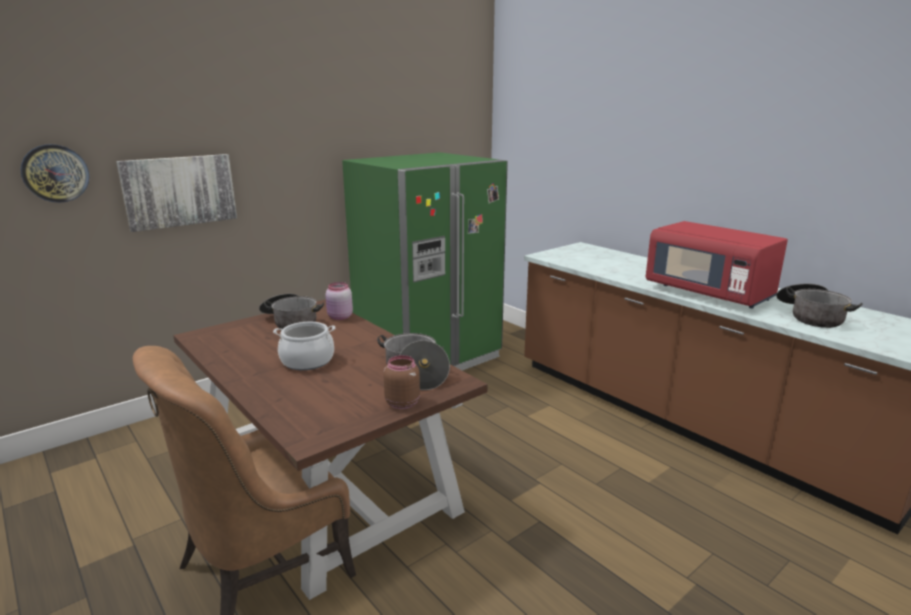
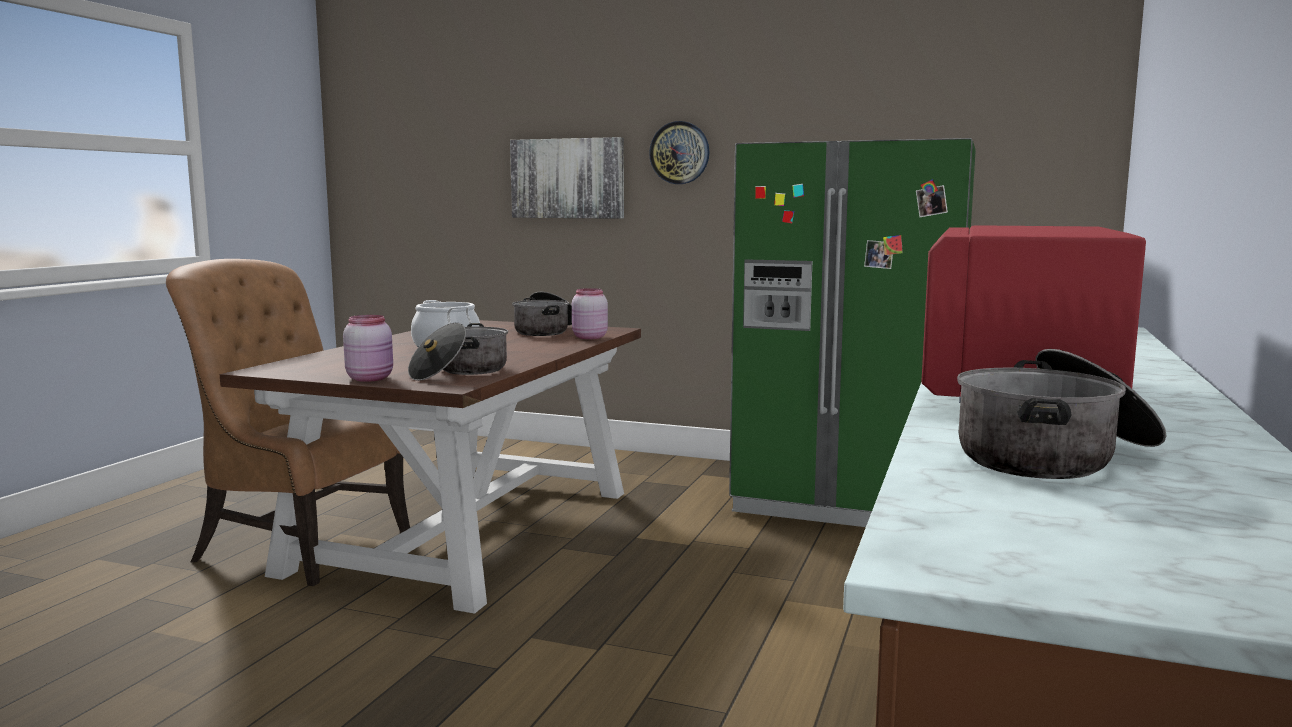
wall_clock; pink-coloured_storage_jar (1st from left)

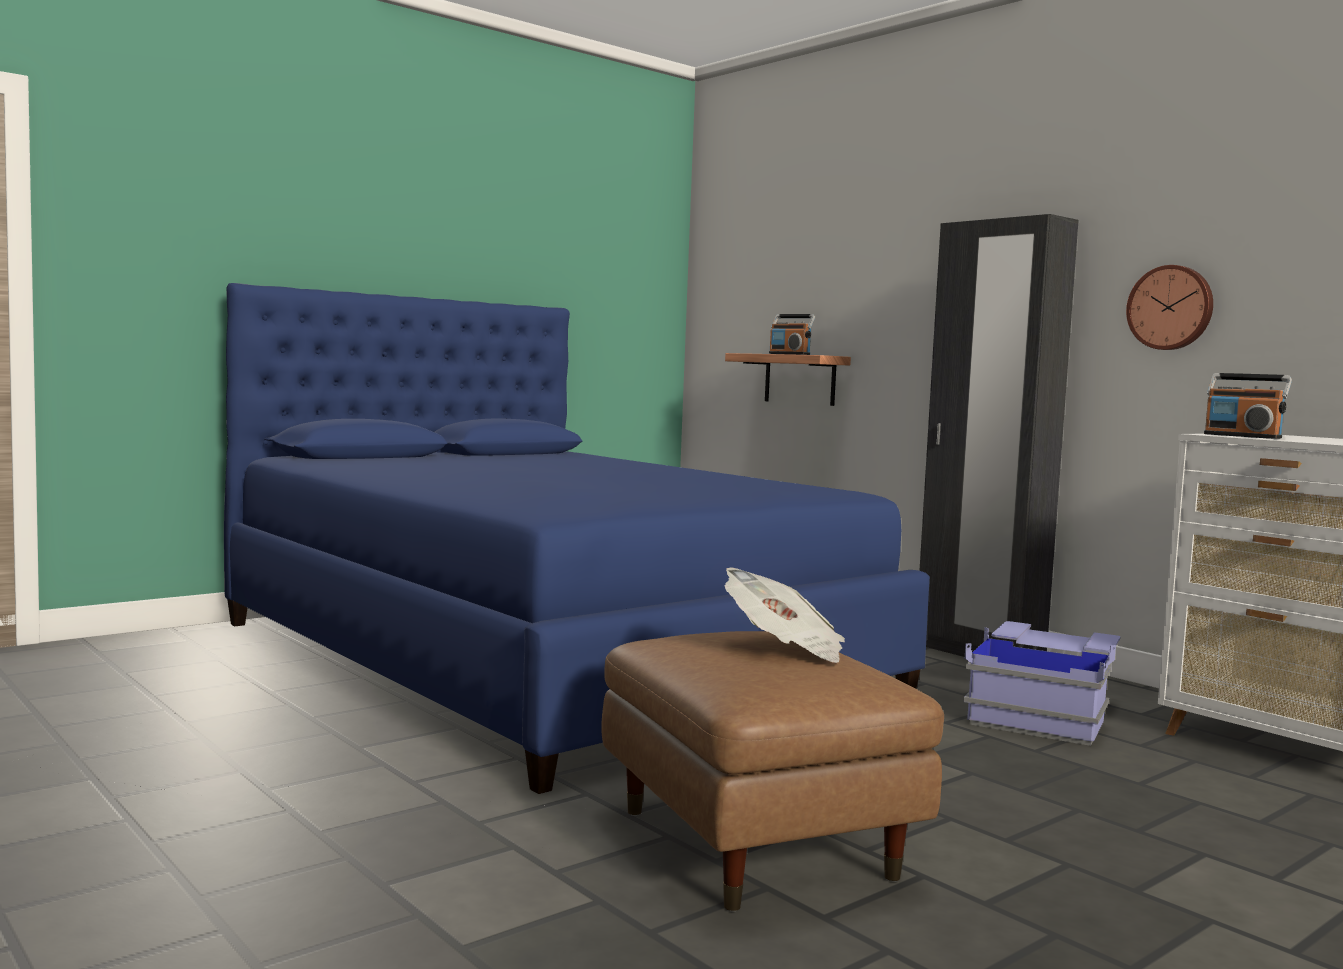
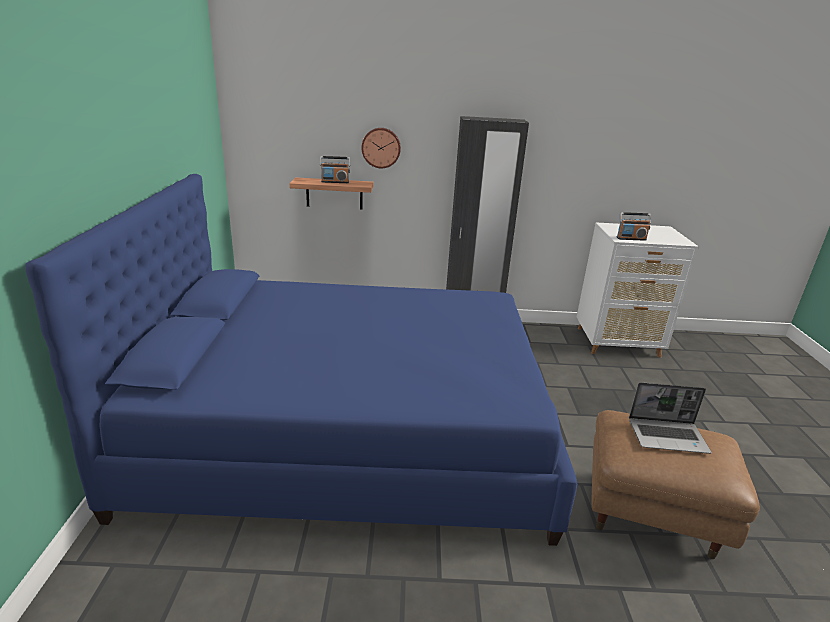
portable_computer; blue-coloured_storage_box; wall_clock

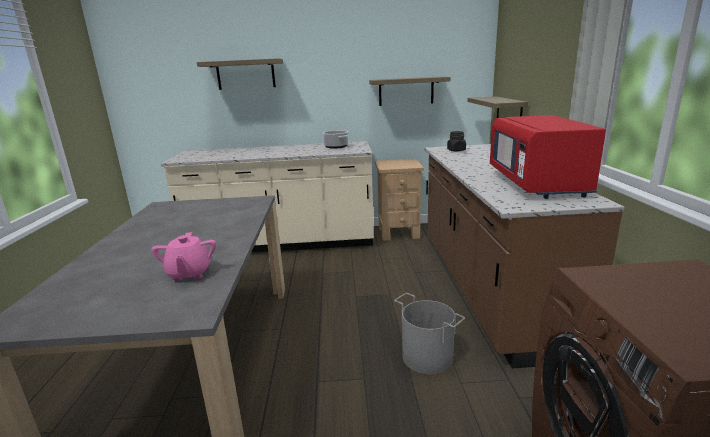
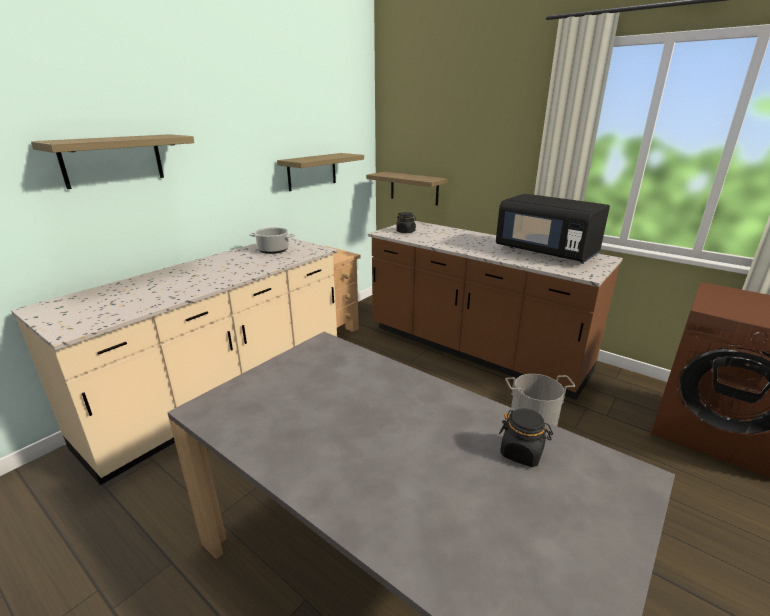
blackish_storage_jar (2nd from left); blackish_microwave_oven

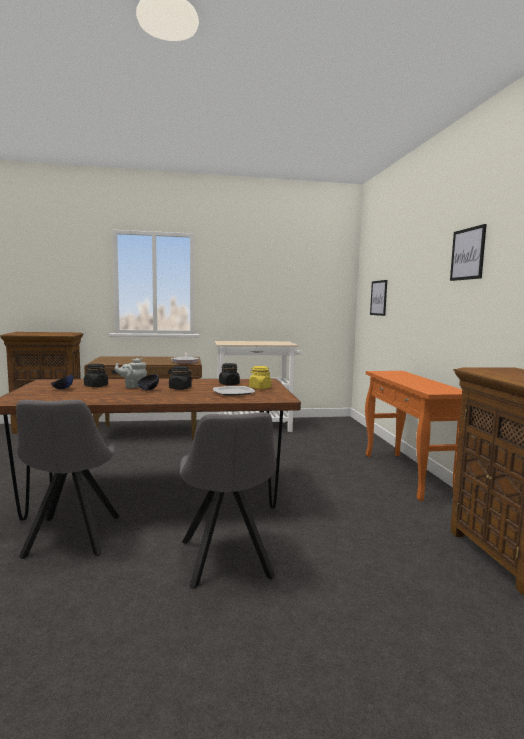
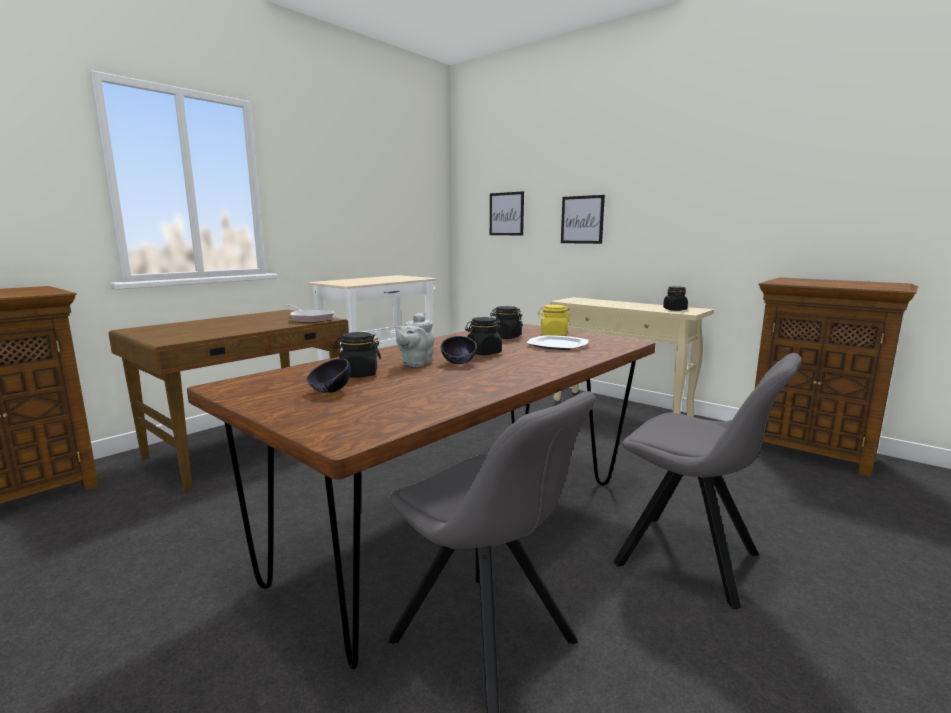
beige-coloured_hall_table; wall_art (2nd from left); blackish_storage_jar (4th from left)

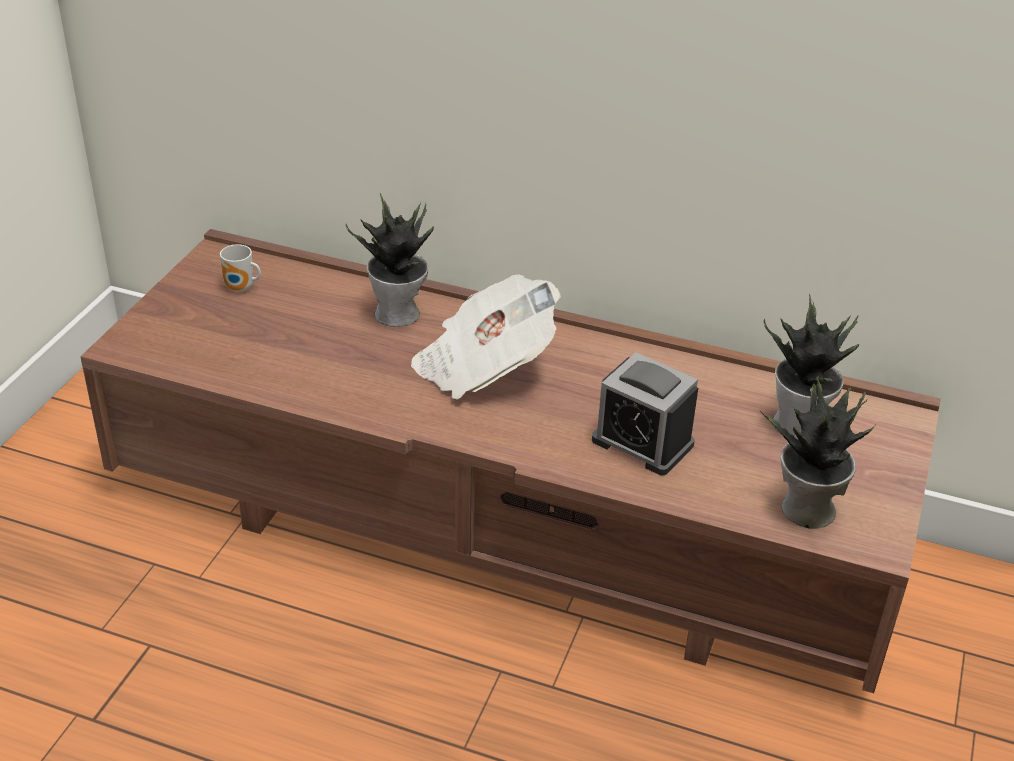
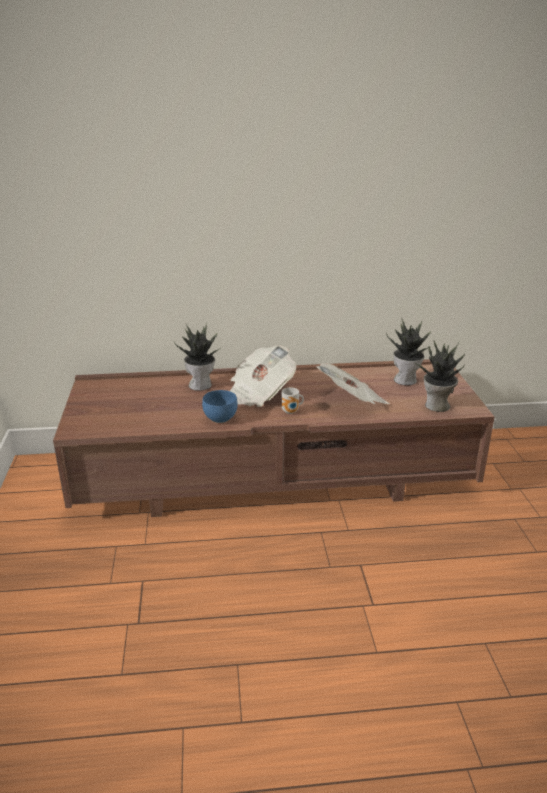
coffee_mug; newspaper (2nd from left); blue-coloured_deep_dish

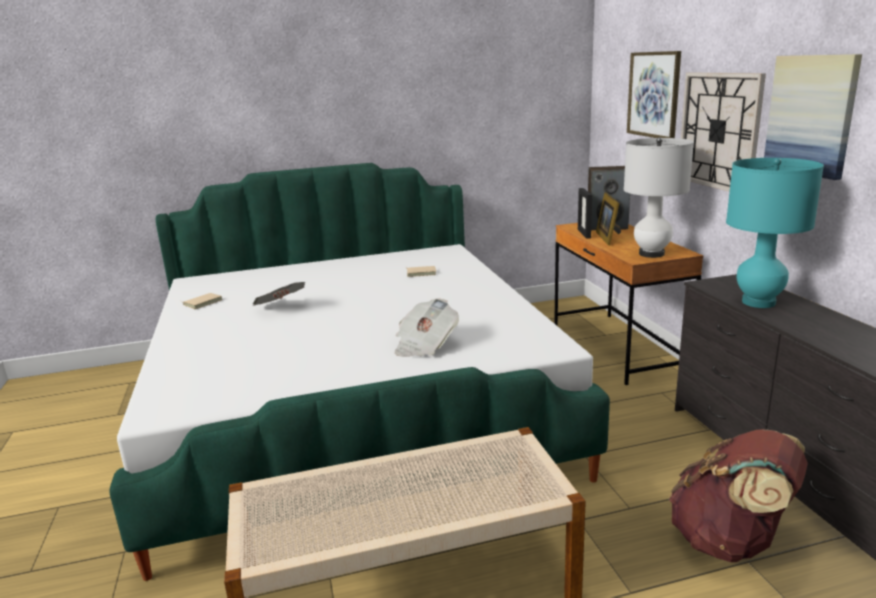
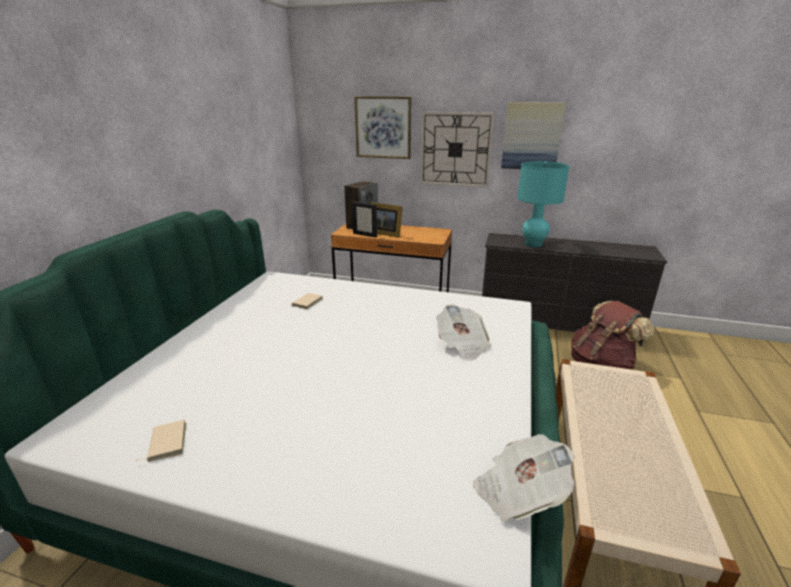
newspaper (2nd from left); white_table_lamp

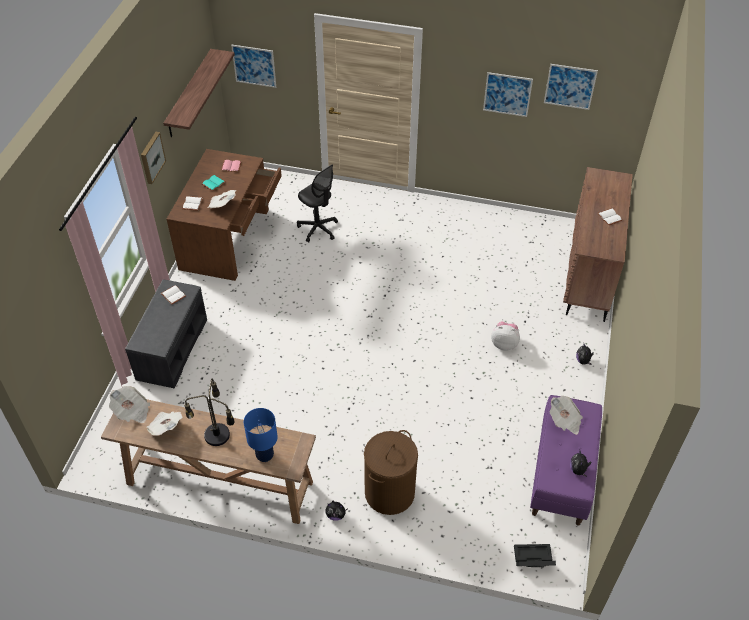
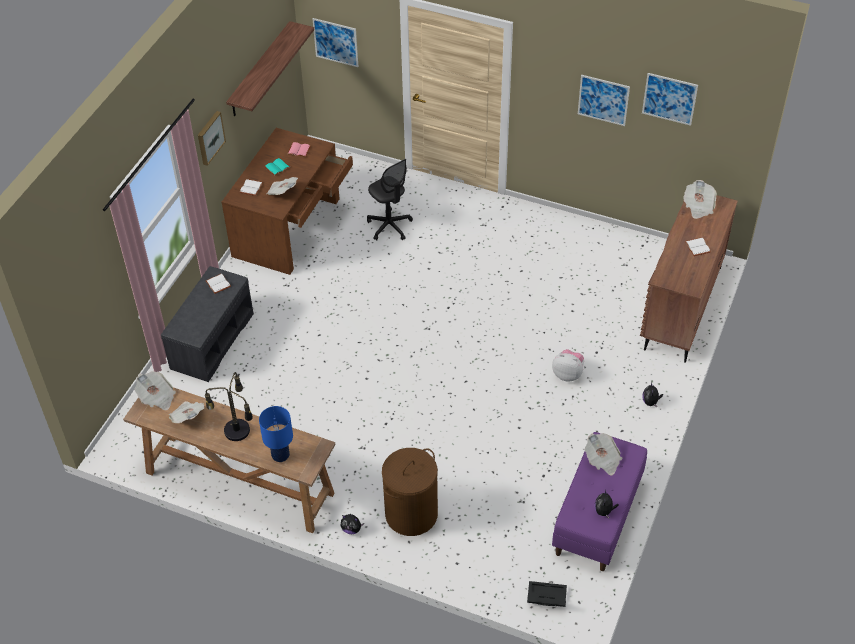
newspaper (5th from left)

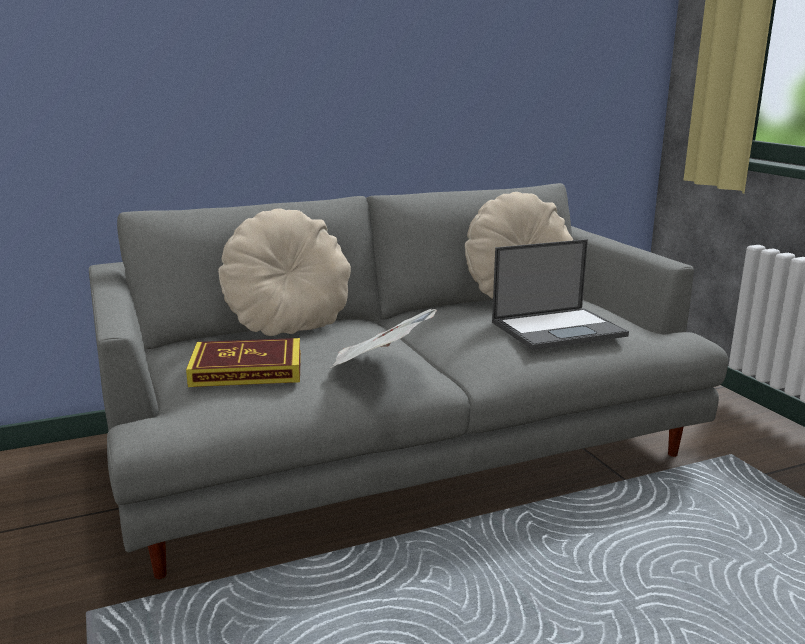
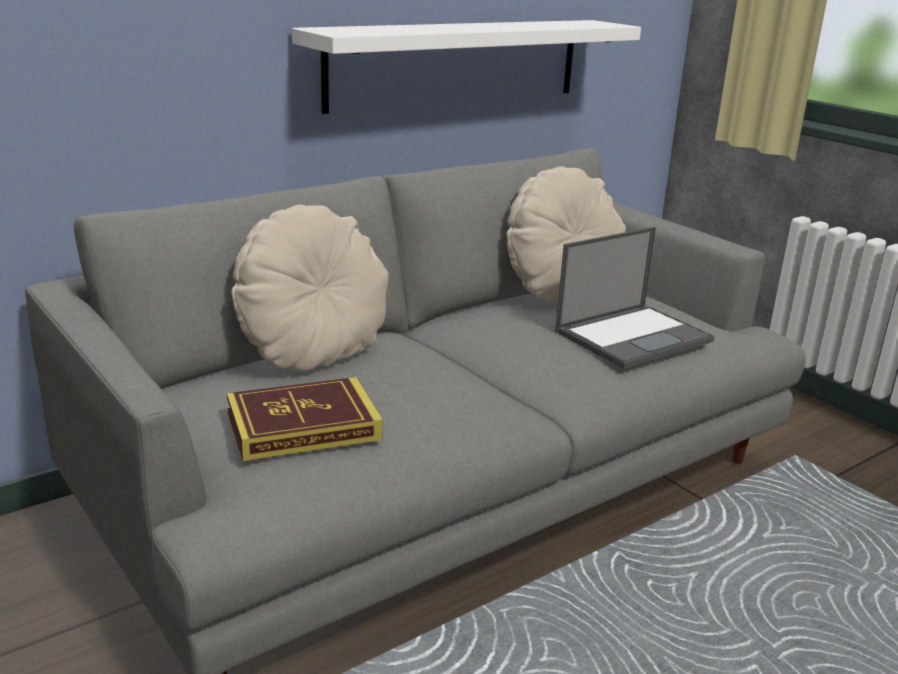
newspaper; white_bracket_shelf

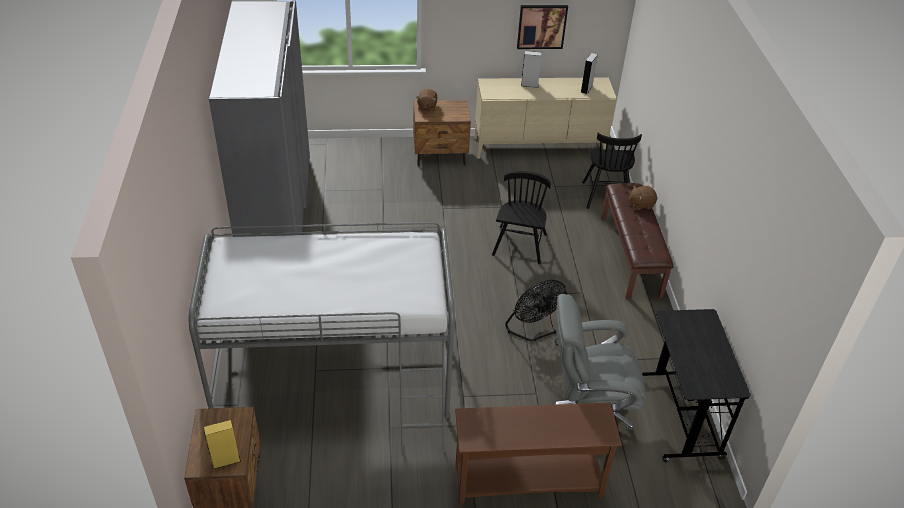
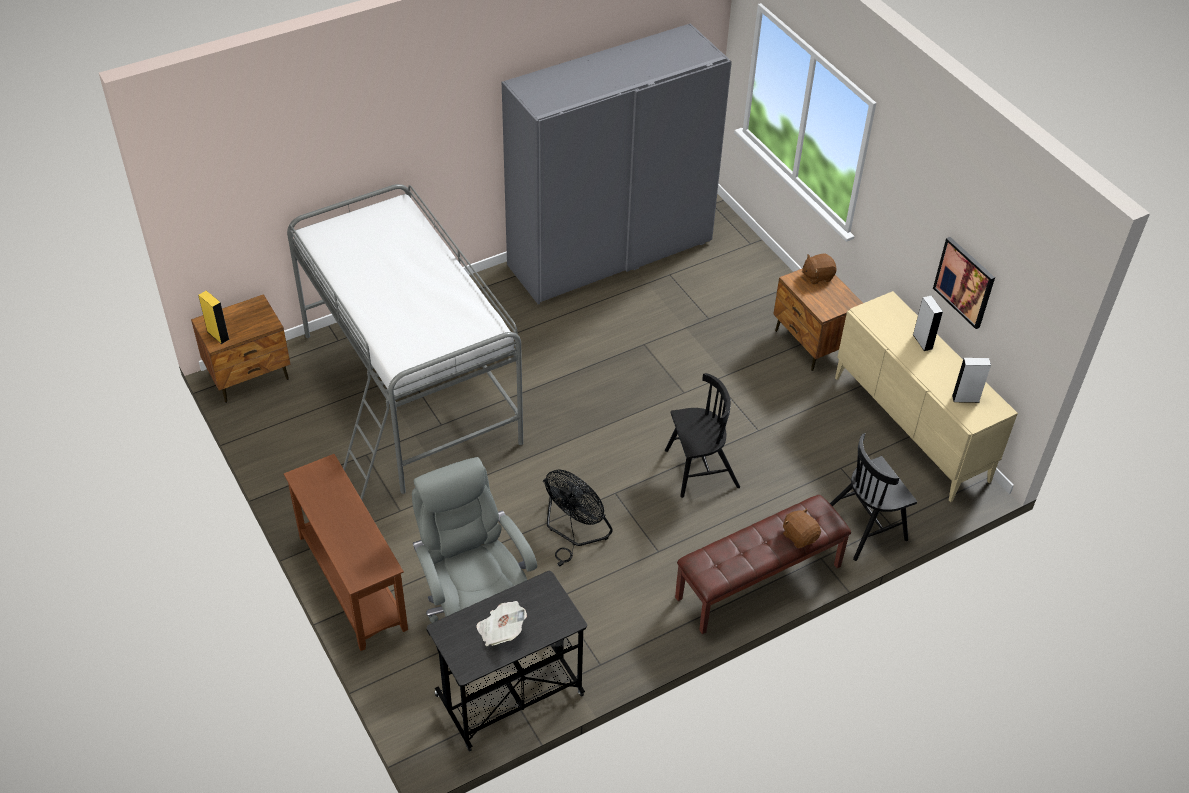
newspaper

